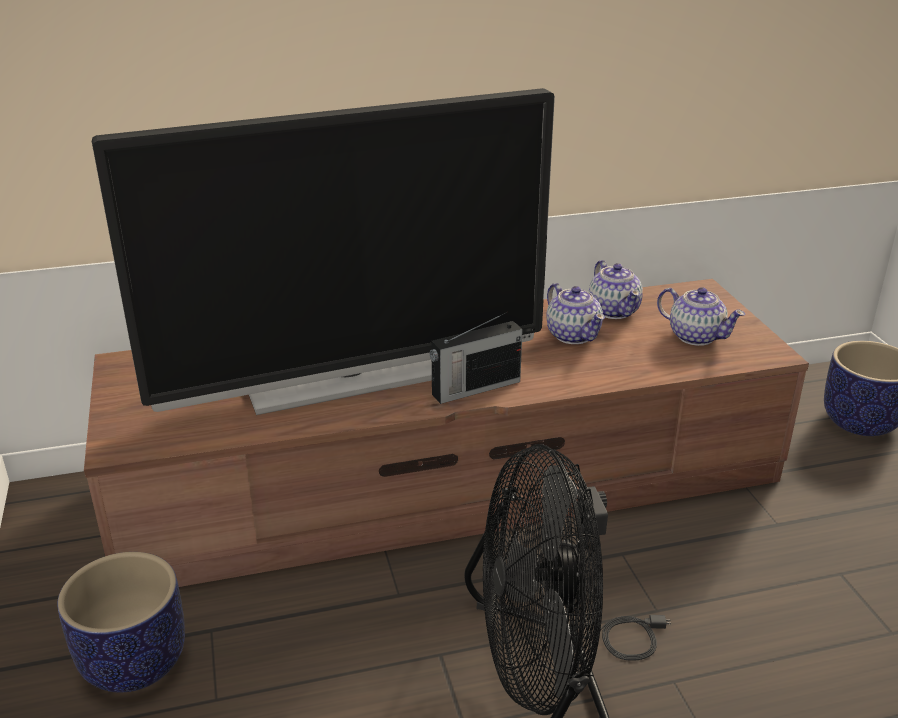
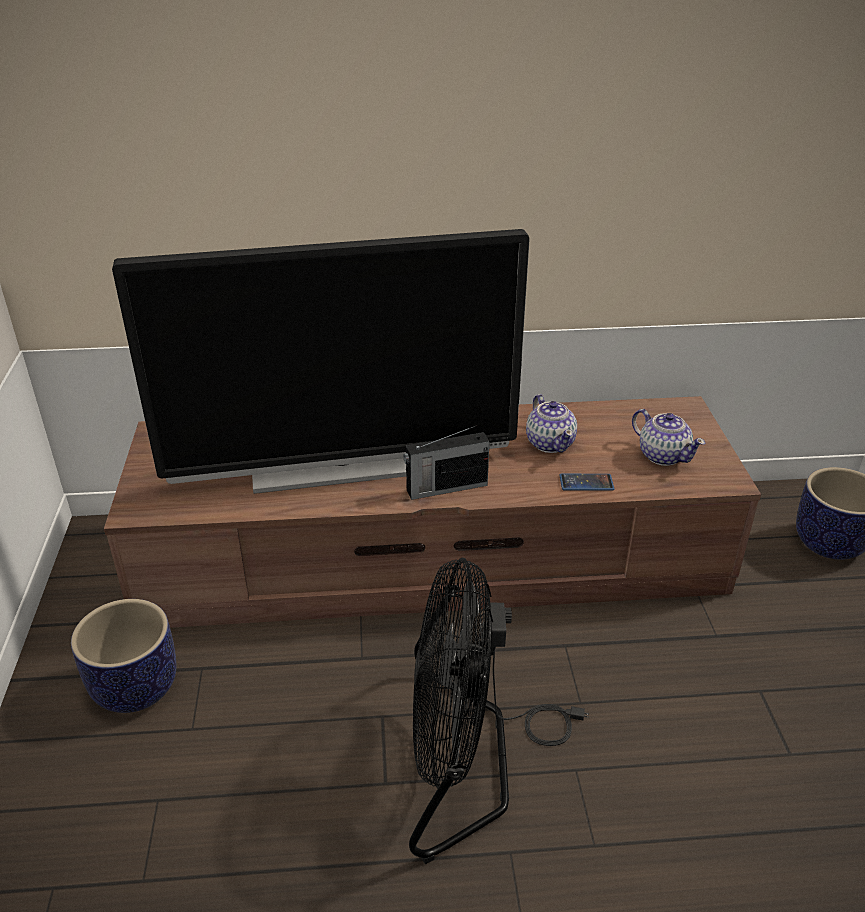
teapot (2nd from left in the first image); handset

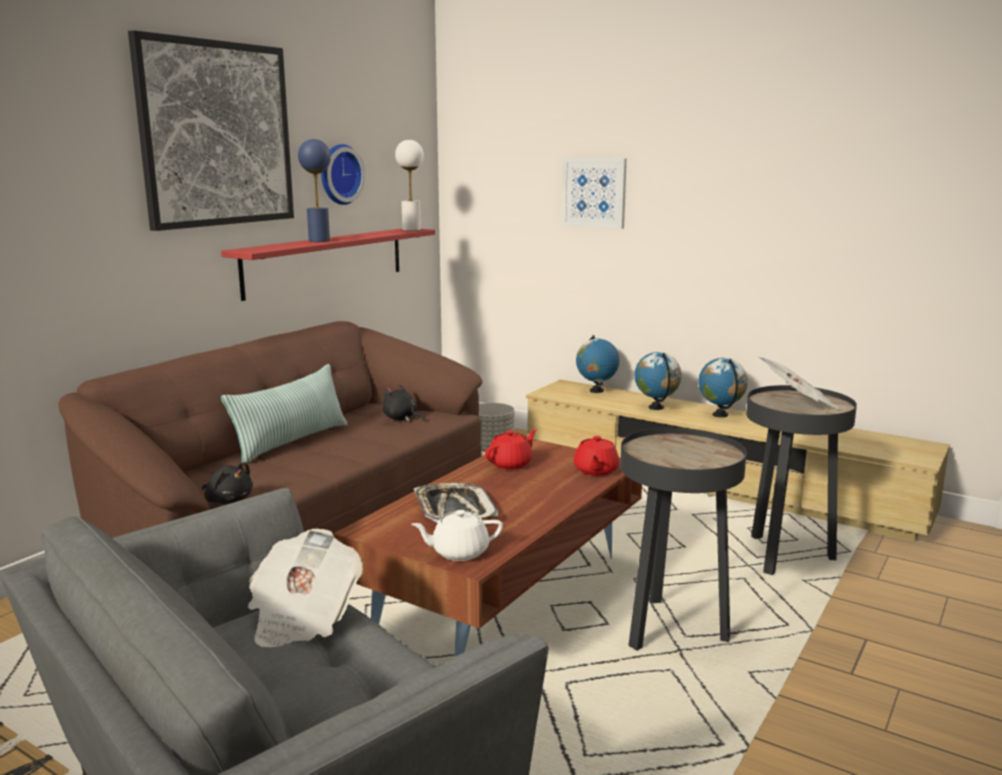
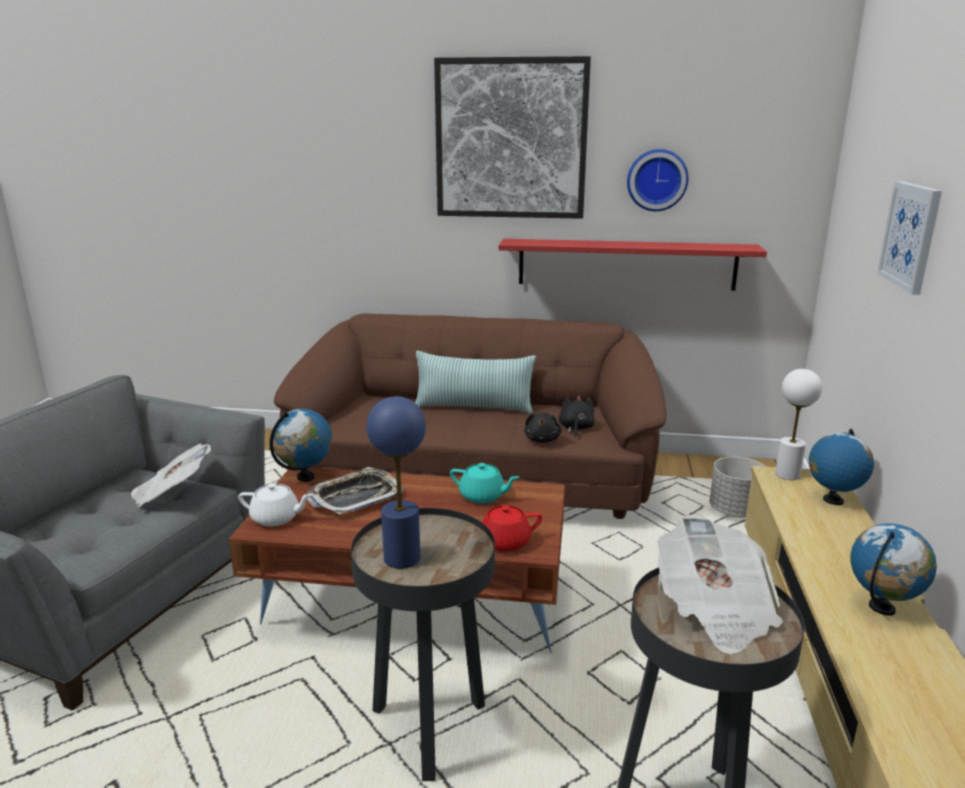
blackish_cuddly_toy (1st from left); blue-coloured_table_lamp; white_table_lamp; white_teapot; blue-green_teapot; globe (1st from left)

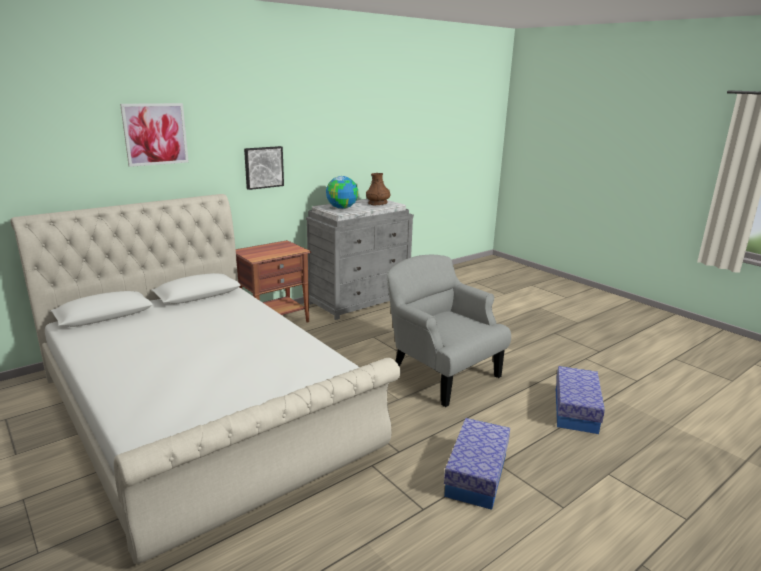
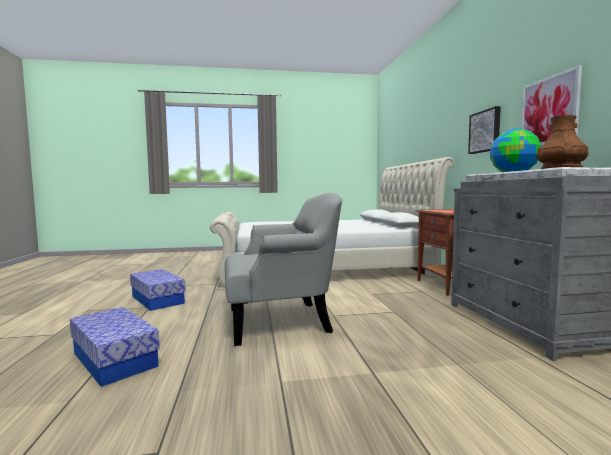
wall_art (2nd from left)

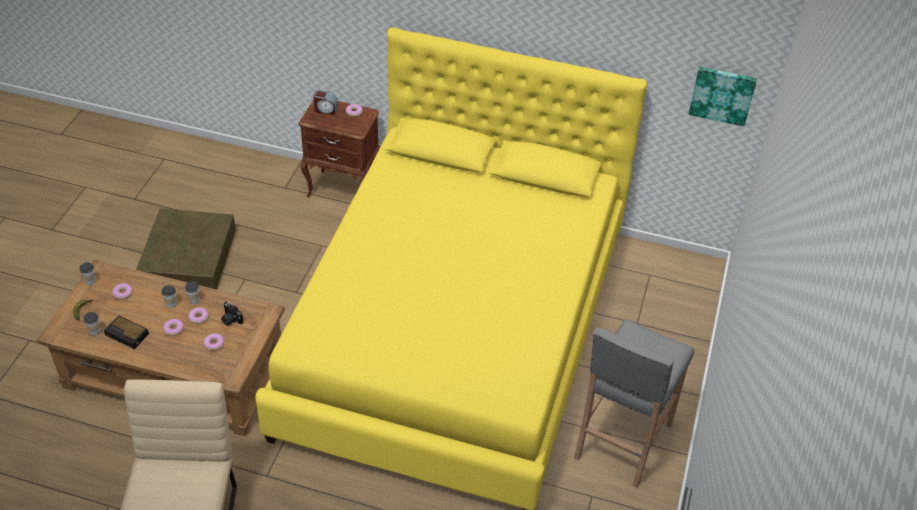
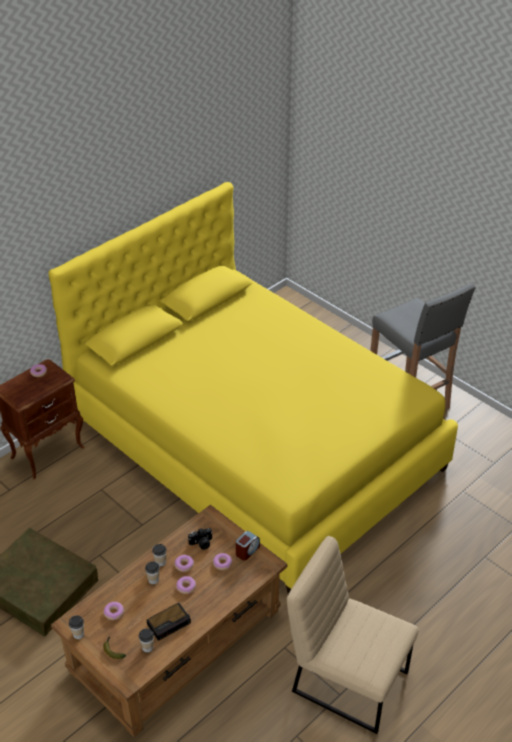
bedside_clock (2nd from left); wall_art

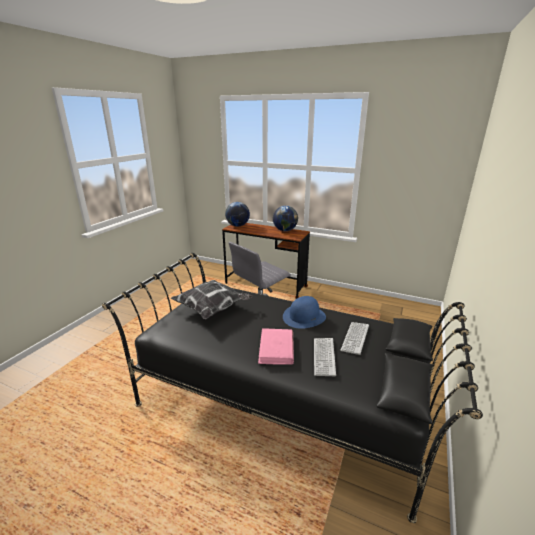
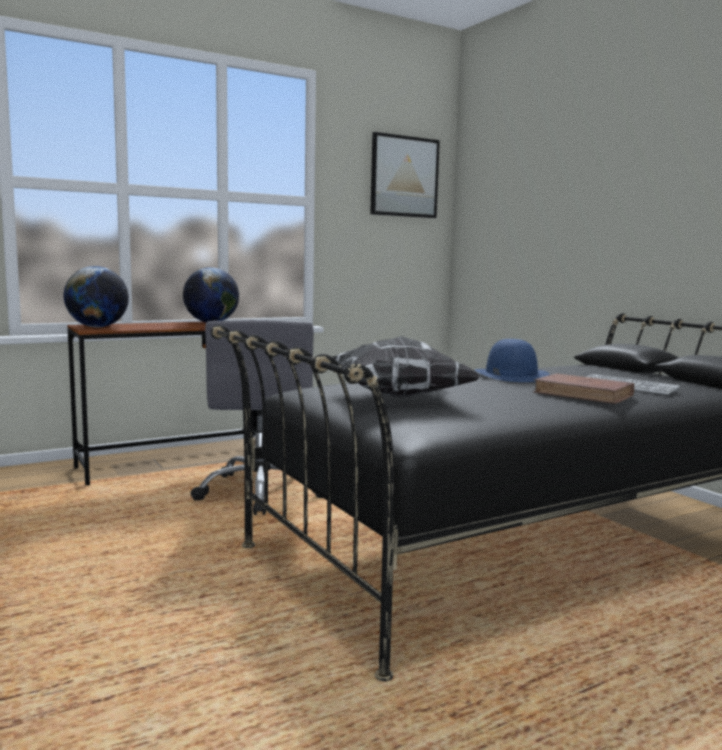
brown_bound_book; PC_keyboard (2nd from left in the first image); wall_art

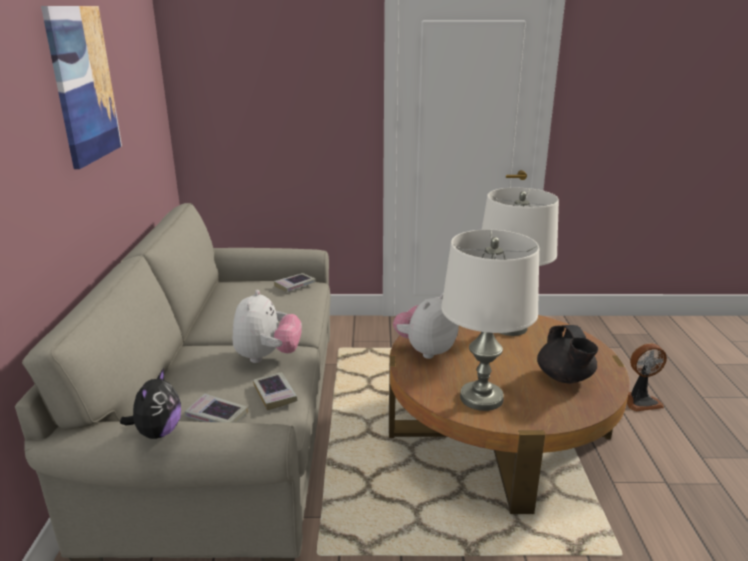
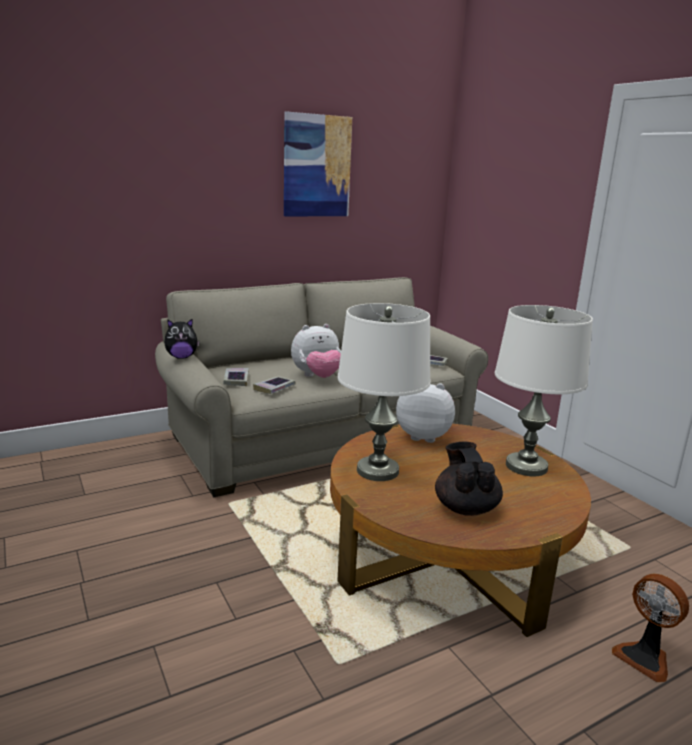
blackish_teapot

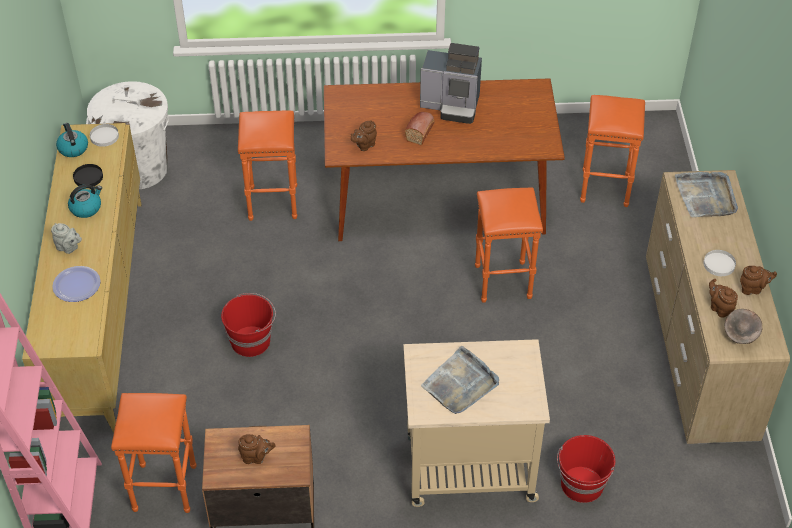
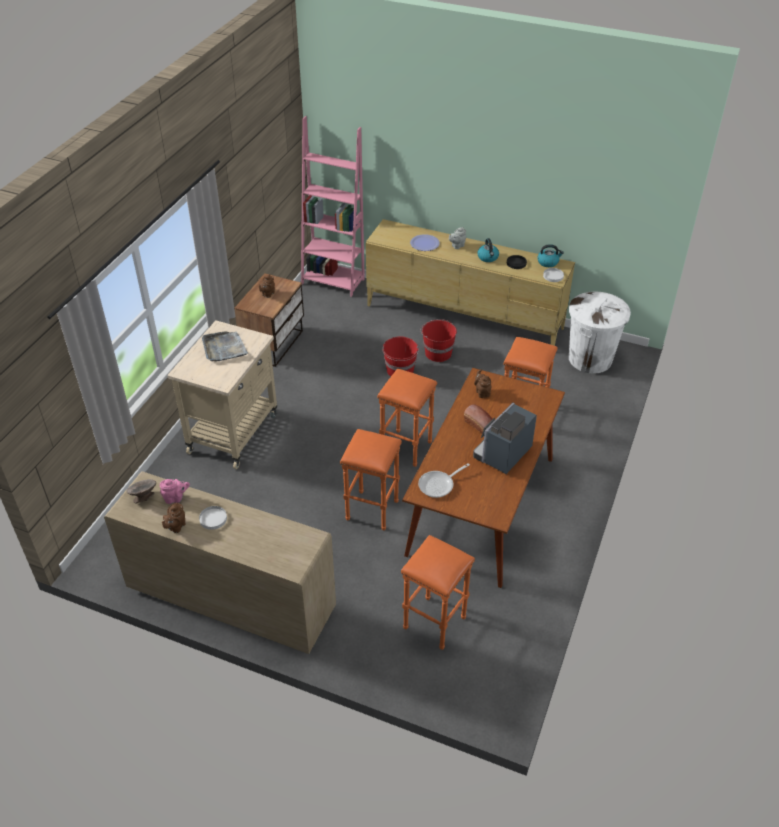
orangey_stool_seat (2nd from left); red_water_bucket (2nd from left); gray_tray (2nd from left in the first image); pink-coloured_teapot; pan

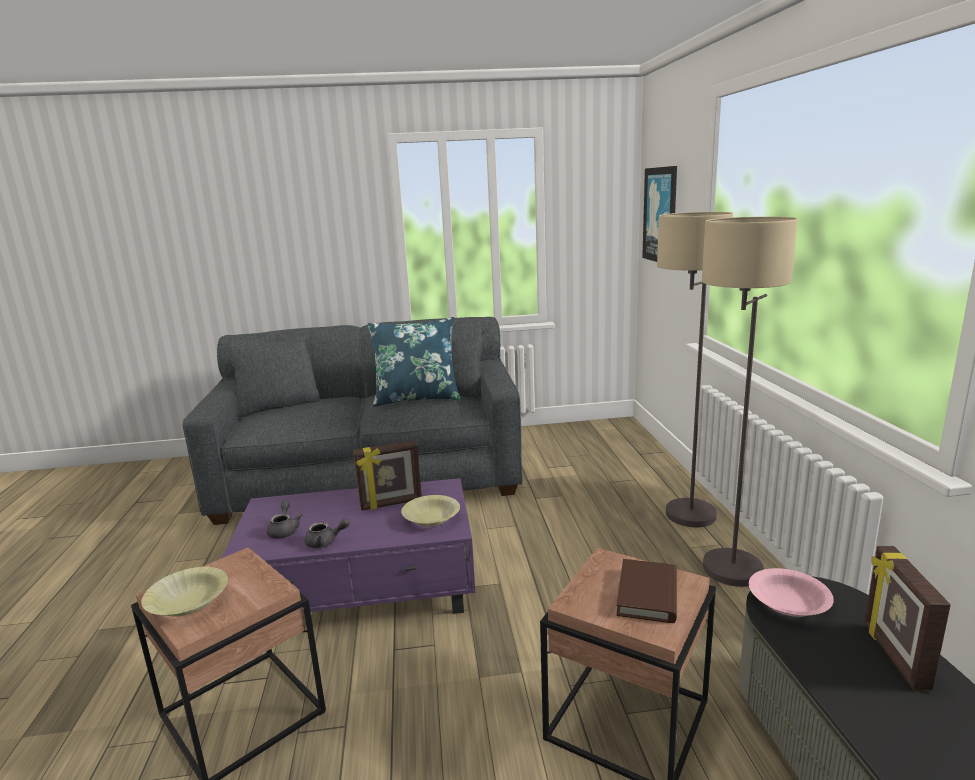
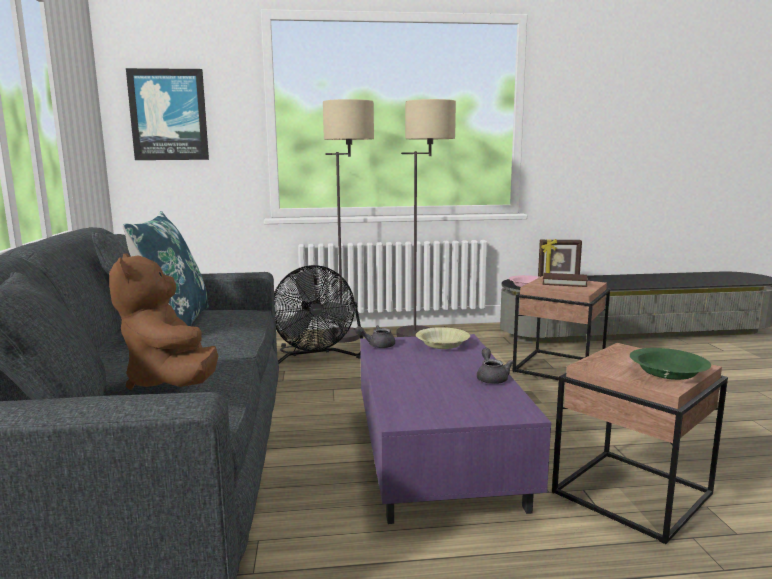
green_deep_dish; gray_teapot (1st from left); photo_frame (1st from left in the first image); brown_cuddly_toy; blackish_cooling_fan

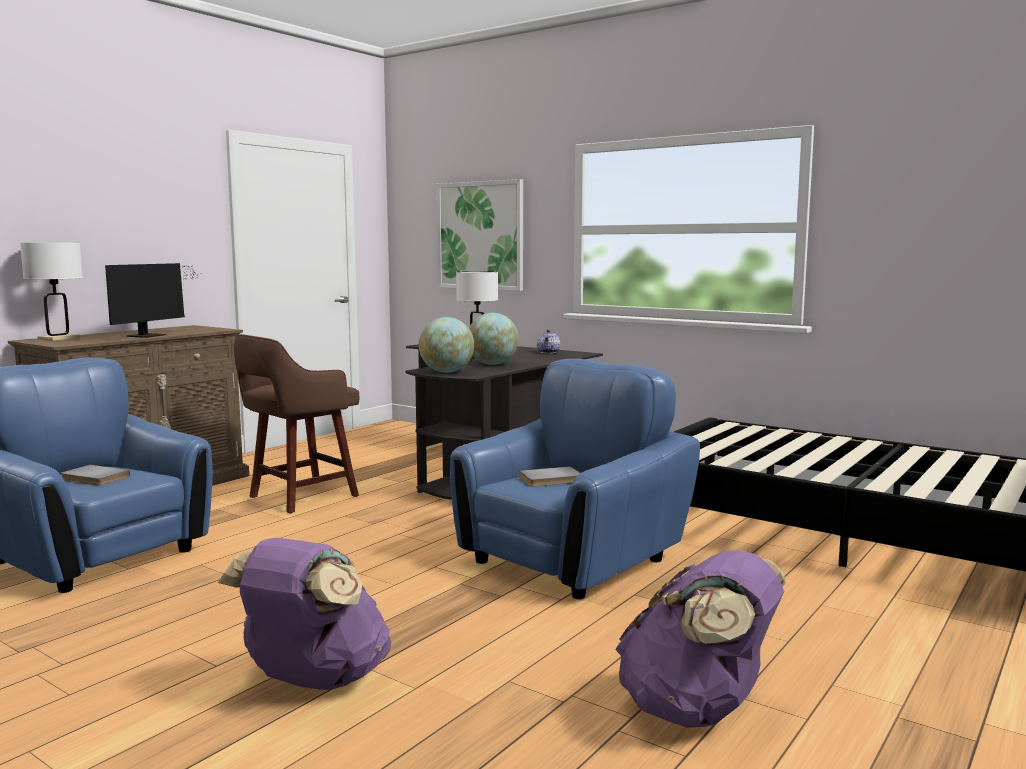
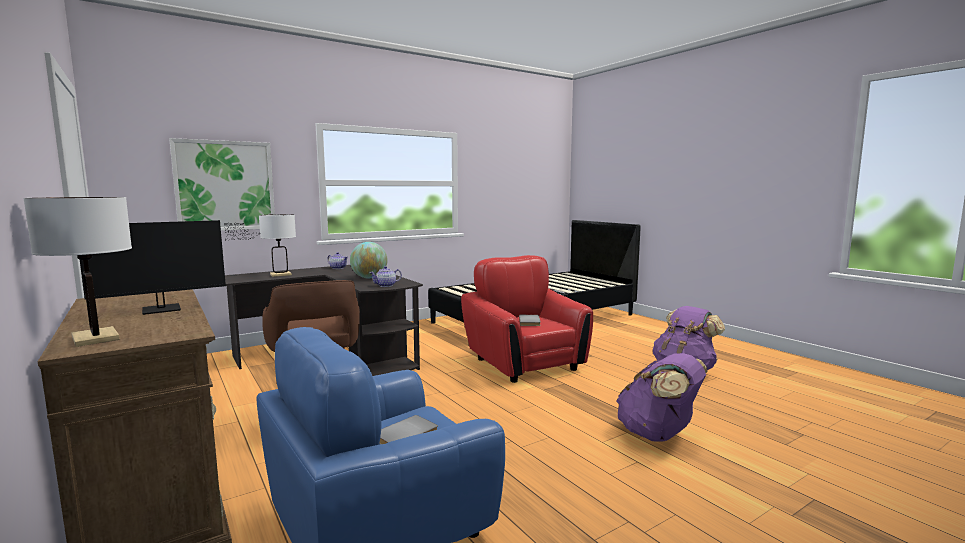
monitor; teapot (2nd from left); red_easy_chair

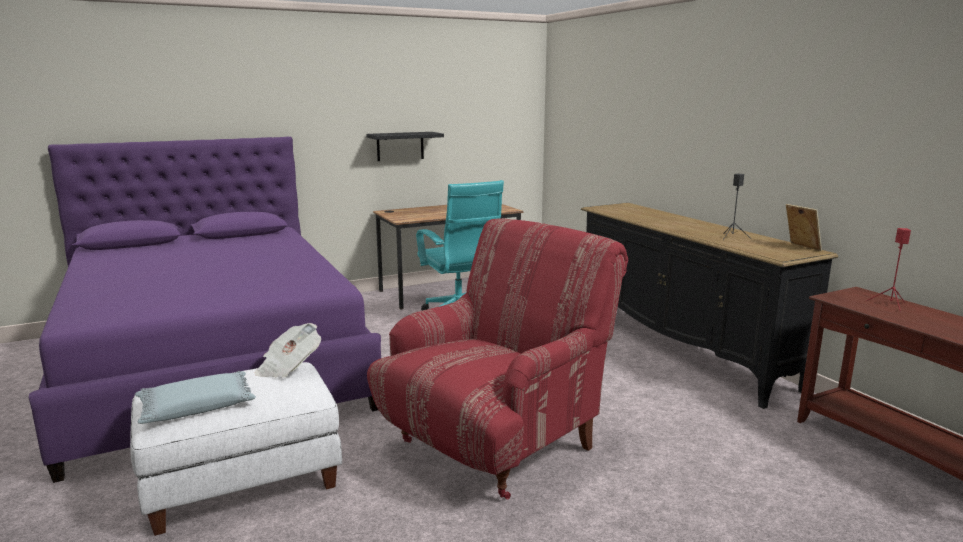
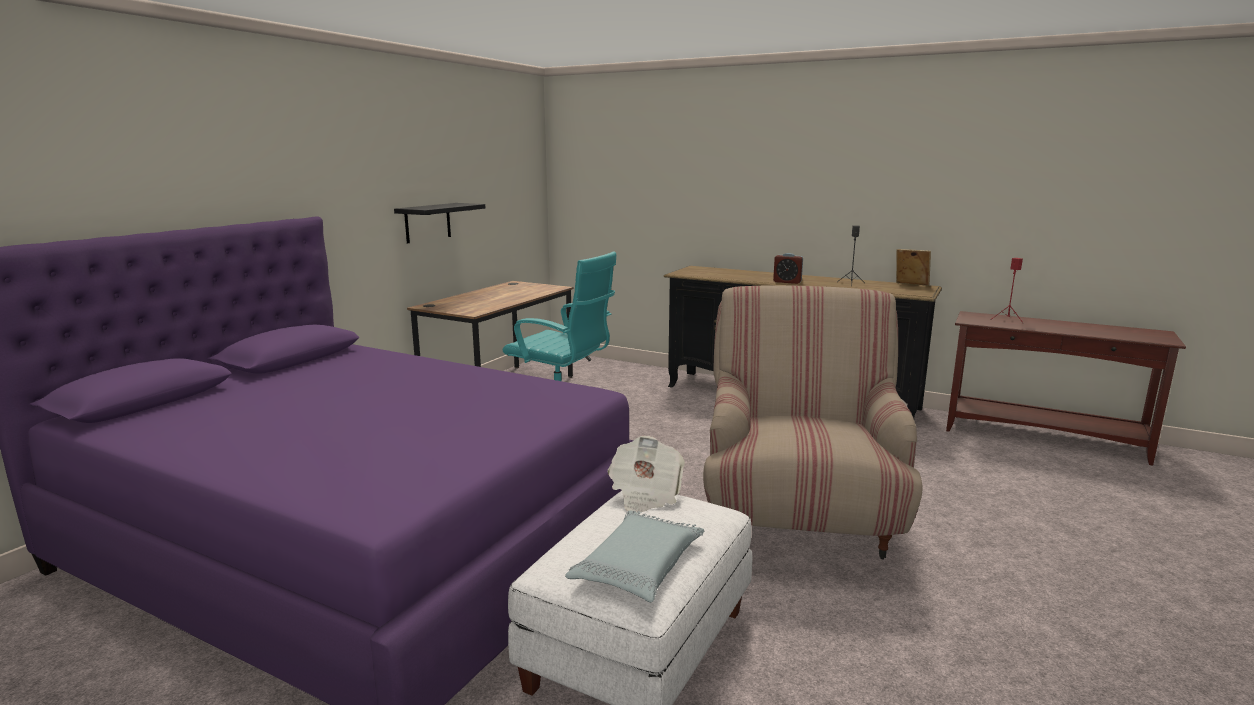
beige-coloured_easy_chair; bedside_clock

